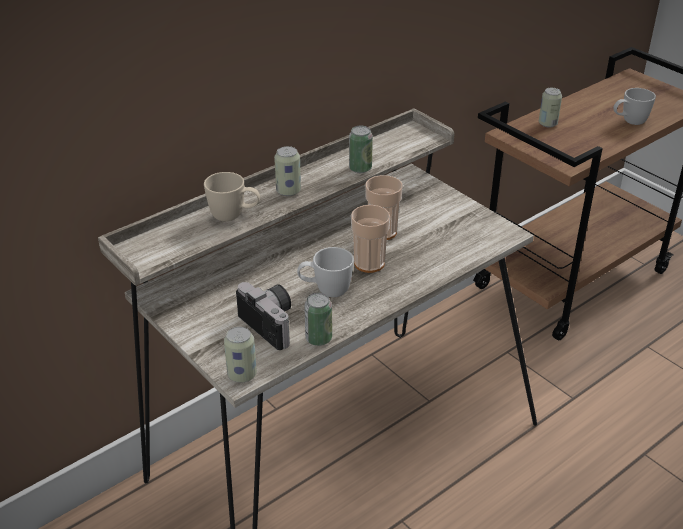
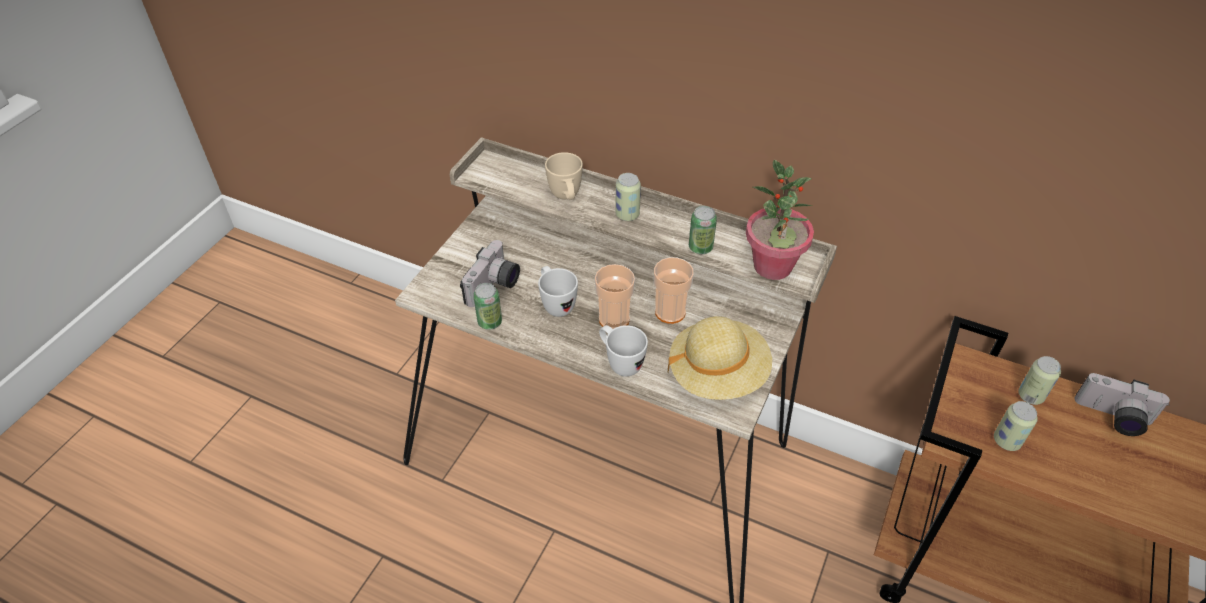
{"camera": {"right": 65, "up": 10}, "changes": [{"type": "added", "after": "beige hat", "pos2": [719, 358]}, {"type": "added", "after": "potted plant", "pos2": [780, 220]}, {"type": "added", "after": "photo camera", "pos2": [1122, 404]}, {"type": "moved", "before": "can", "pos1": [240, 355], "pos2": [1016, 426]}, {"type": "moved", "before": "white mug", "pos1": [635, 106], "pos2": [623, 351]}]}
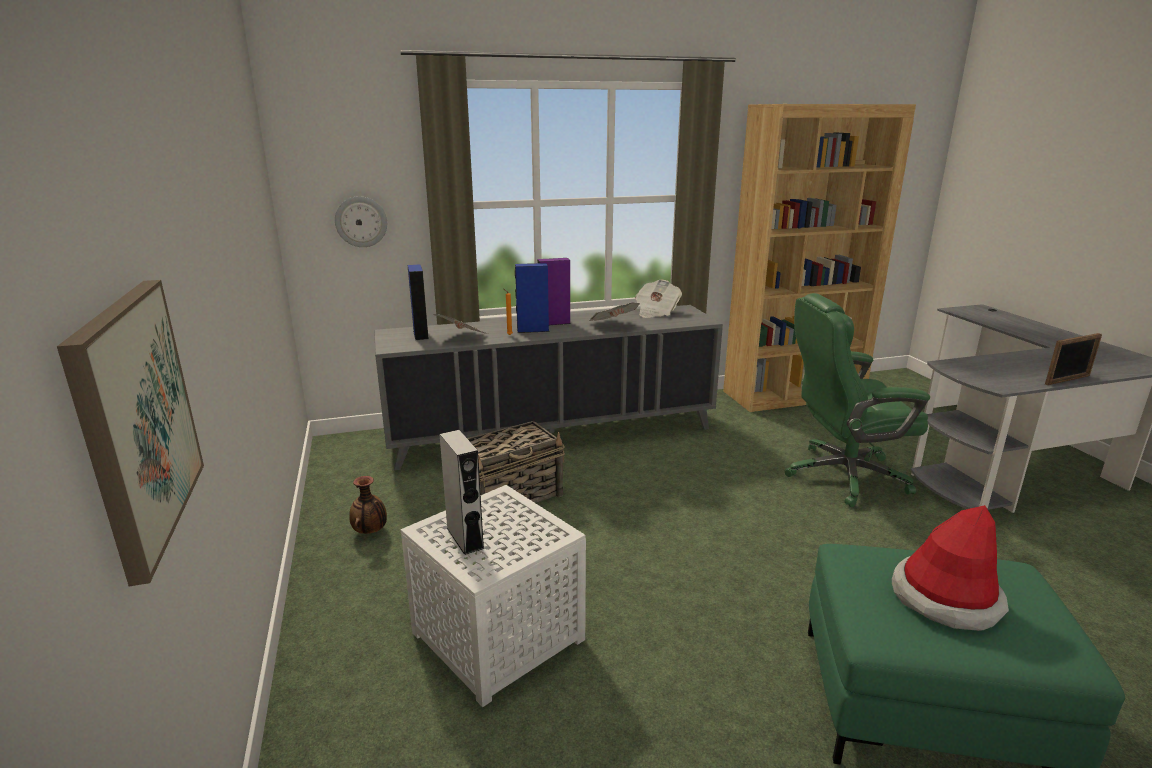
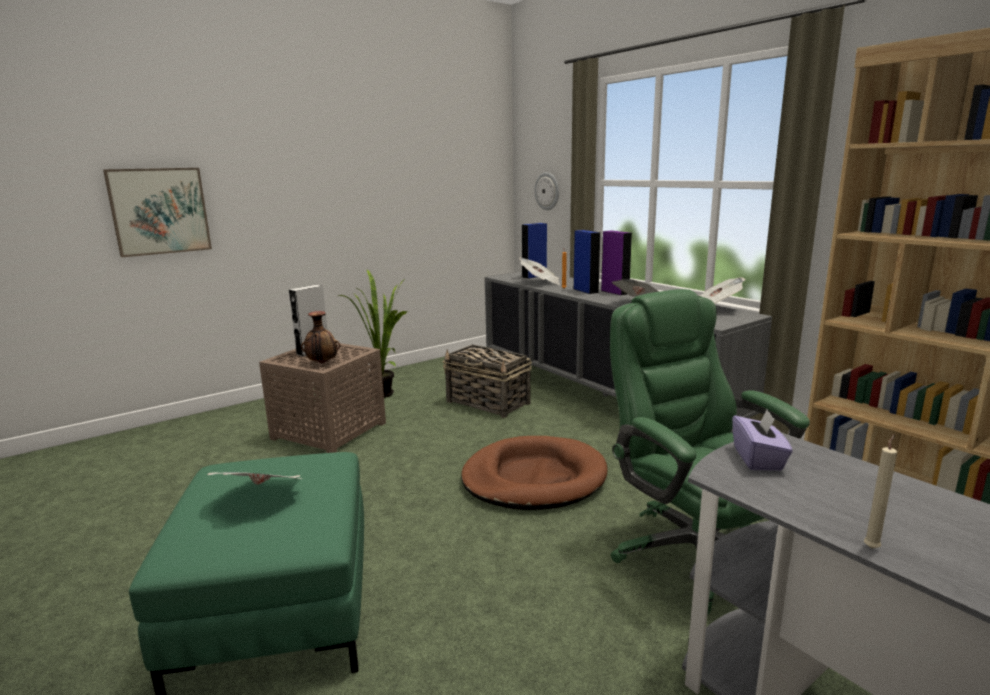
{"camera": {"right": 70, "up": -5}, "changes": [{"type": "added", "after": "potted plant", "pos2": [373, 333]}, {"type": "added", "after": "brown dog bed", "pos2": [534, 473]}, {"type": "added", "after": "purple tissue box", "pos2": [762, 440]}, {"type": "moved", "before": "vase", "pos1": [368, 505], "pos2": [320, 337]}, {"type": "replaced", "before": "hat", "after": "newspaper", "pos1": [950, 568], "pos2": [255, 478]}, {"type": "replaced", "before": "picture frame", "after": "beige candle", "pos1": [1073, 359], "pos2": [880, 491]}, {"type": "recoloured", "before": "white side table", "after": "brown side table", "pos1": [493, 596], "pos2": [322, 398]}]}
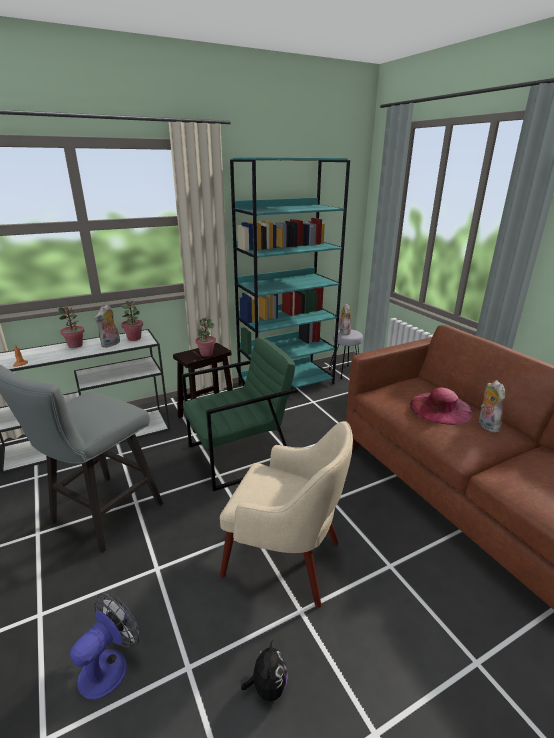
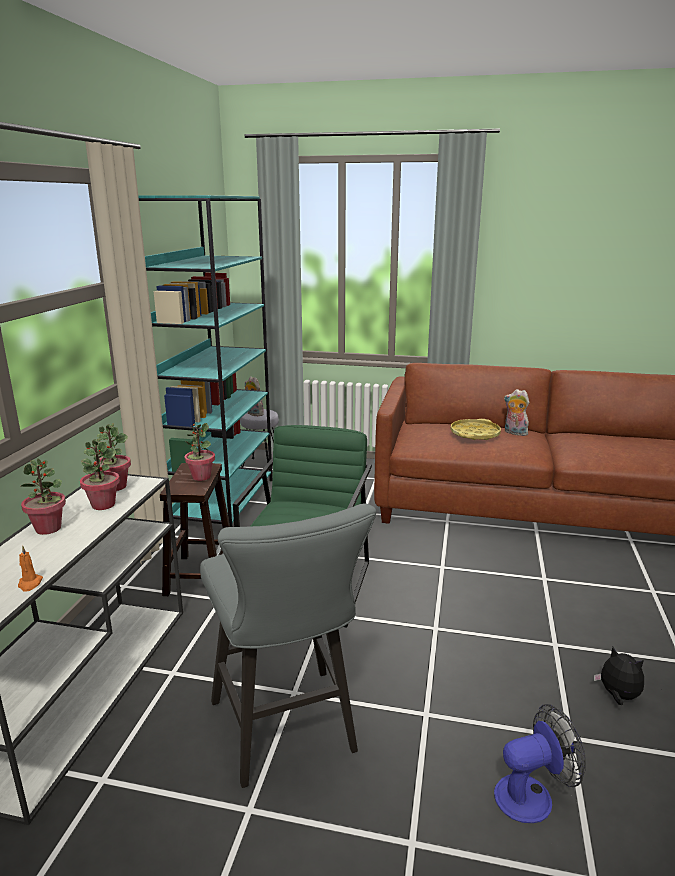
{"camera": {"right": -50, "up": -5}, "changes": [{"type": "removed", "before": "beige armchair", "pos1": [286, 514]}, {"type": "replaced", "before": "plush toy", "after": "potted plant", "pos1": [107, 326], "pos2": [100, 474]}, {"type": "replaced", "before": "pink hat", "after": "yellow tray", "pos1": [441, 406], "pos2": [475, 429]}, {"type": "turned", "before": "fan", "pos1": [105, 646], "pos2": [540, 763], "turn": 90}]}
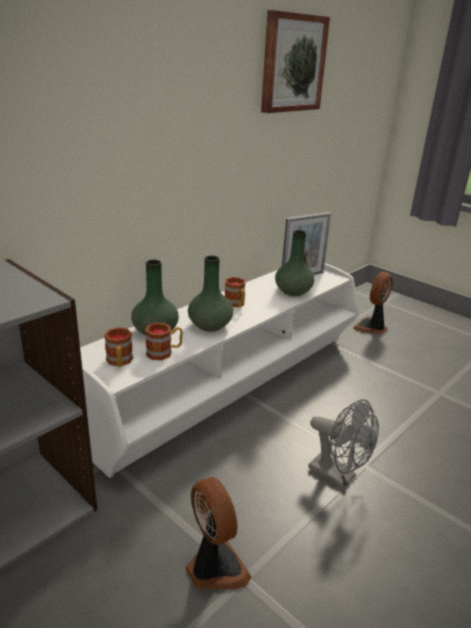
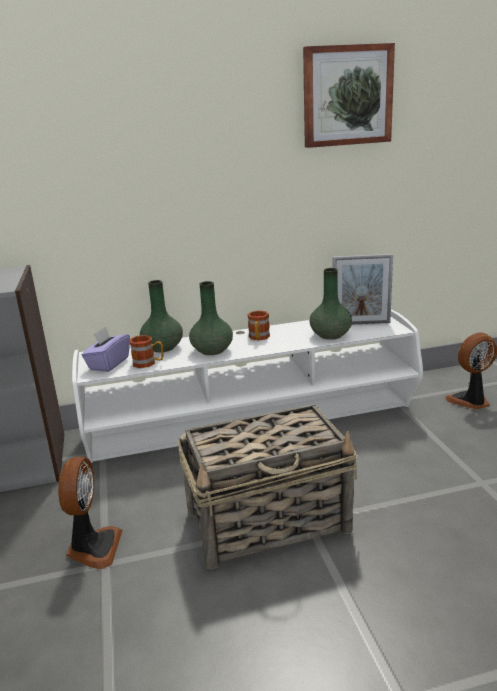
{"camera": {"right": 35, "up": -5}, "changes": [{"type": "replaced", "before": "mug", "after": "purple tissue box", "pos1": [118, 347], "pos2": [106, 349]}, {"type": "replaced", "before": "grey fan", "after": "basket", "pos1": [343, 444], "pos2": [268, 487]}]}
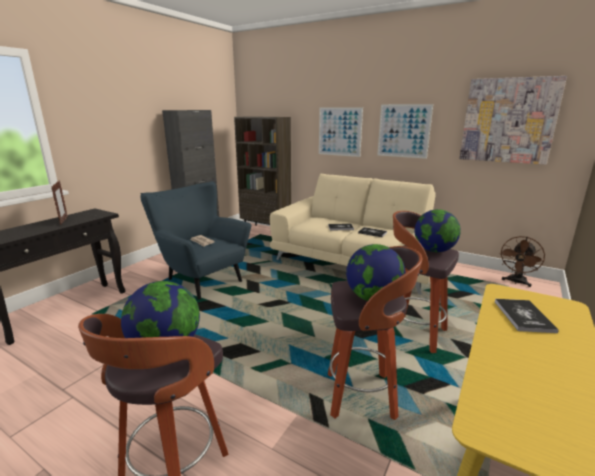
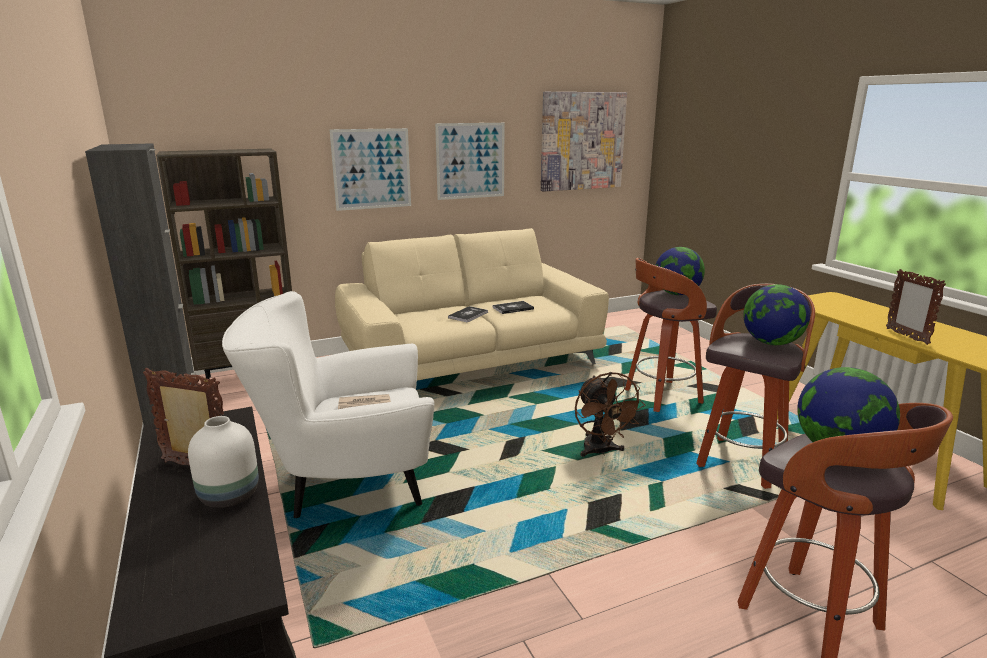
{"camera": {"right": -55, "up": 0}, "changes": [{"type": "removed", "before": "book", "pos1": [526, 316]}, {"type": "added", "after": "white vase", "pos2": [223, 462]}, {"type": "added", "after": "picture frame", "pos2": [916, 307]}, {"type": "moved", "before": "brown fan", "pos1": [522, 261], "pos2": [610, 414]}, {"type": "recoloured", "before": "blue armchair", "after": "white armchair", "pos1": [196, 240], "pos2": [328, 404]}]}
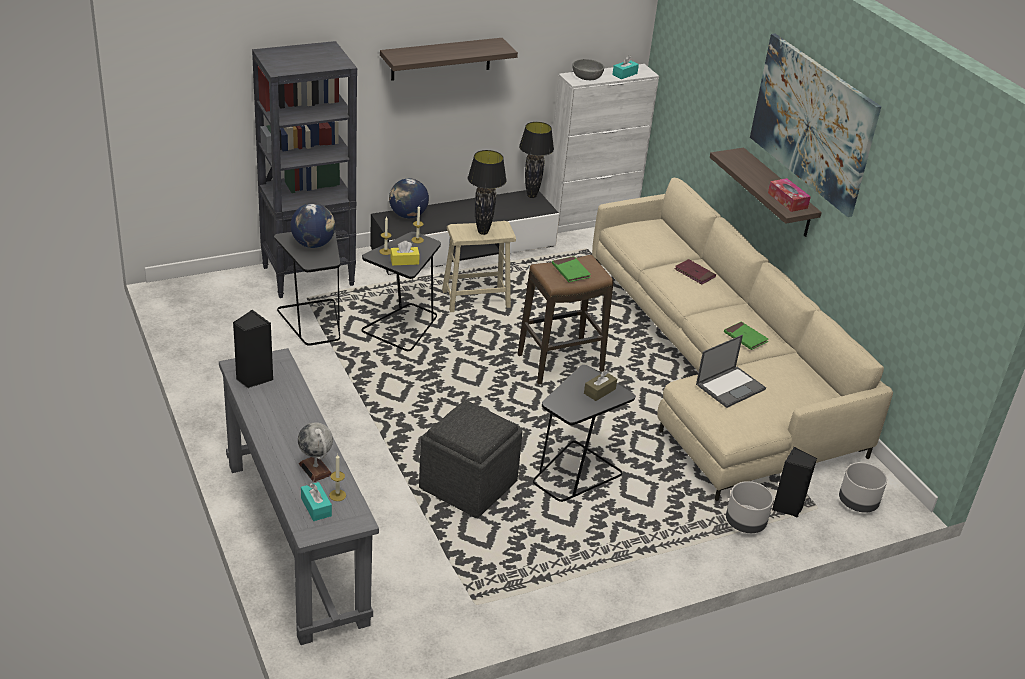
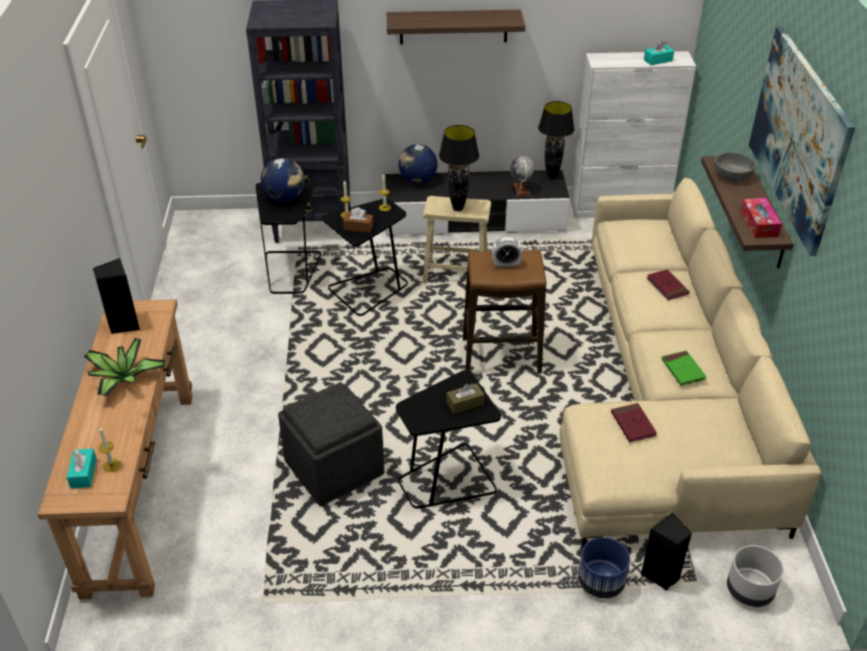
{"camera": {"right": 25, "up": 5}, "changes": [{"type": "added", "after": "potted plant", "pos2": [124, 367]}, {"type": "moved", "before": "globe", "pos1": [315, 452], "pos2": [522, 176]}, {"type": "moved", "before": "grey bowl", "pos1": [588, 69], "pos2": [735, 167]}, {"type": "replaced", "before": "green book", "after": "alarm clock", "pos1": [571, 269], "pos2": [507, 252]}, {"type": "replaced", "before": "laptop", "after": "red book", "pos1": [731, 371], "pos2": [634, 422]}, {"type": "recoloured", "before": "grey console table", "after": "brown console table", "pos1": [299, 496], "pos2": [115, 449]}, {"type": "recoloured", "before": "yellow tissue box", "after": "brown tissue box", "pos1": [405, 253], "pos2": [358, 220]}, {"type": "recoloured", "before": "grey planter", "after": "blue planter", "pos1": [749, 507], "pos2": [604, 567]}]}
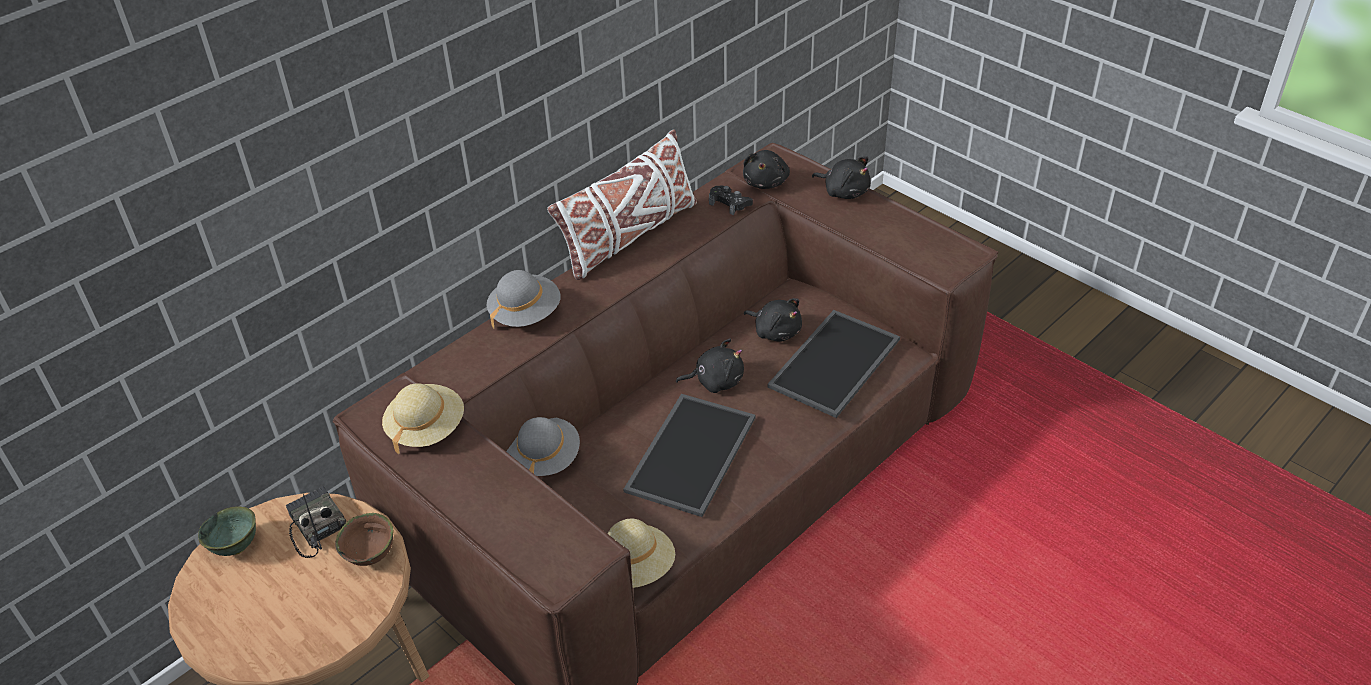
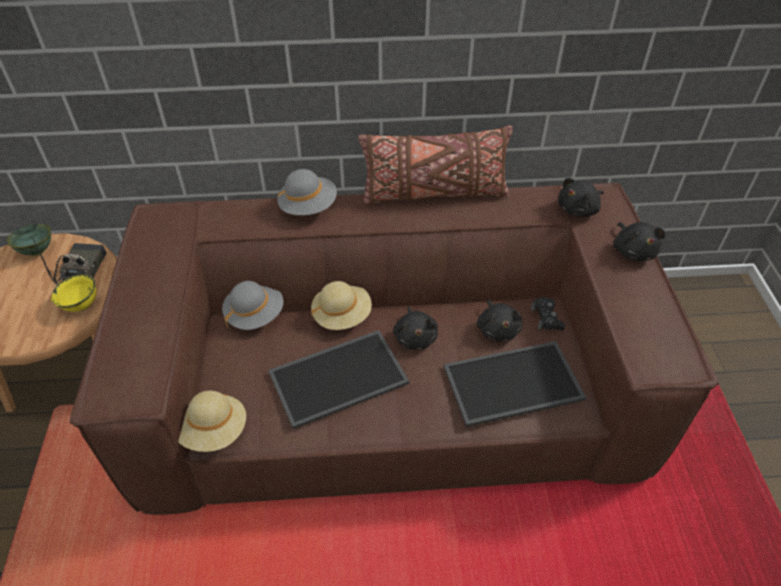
{"camera": {"right": 40, "up": 5}, "changes": [{"type": "moved", "before": "beige hat", "pos1": [423, 418], "pos2": [341, 305]}, {"type": "moved", "before": "black game controller", "pos1": [731, 200], "pos2": [548, 314]}, {"type": "recoloured", "before": "brown bowl", "after": "yellow bowl", "pos1": [364, 539], "pos2": [73, 293]}, {"type": "recoloured", "before": "white pillow", "after": "brown pillow", "pos1": [622, 205], "pos2": [435, 165]}, {"type": "turned", "before": "black plush toy", "pos1": [710, 365], "pos2": [415, 328], "turn": 45}]}
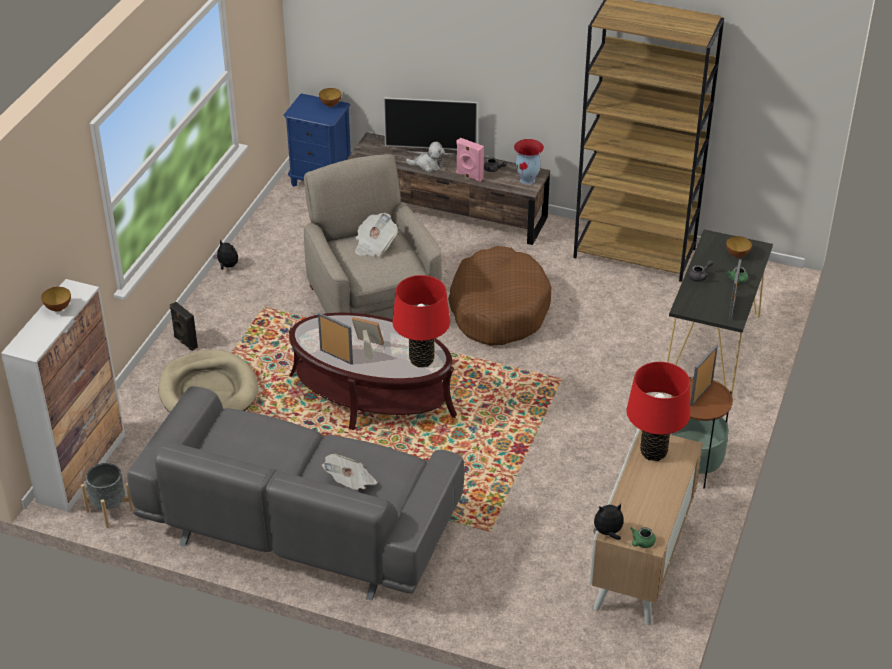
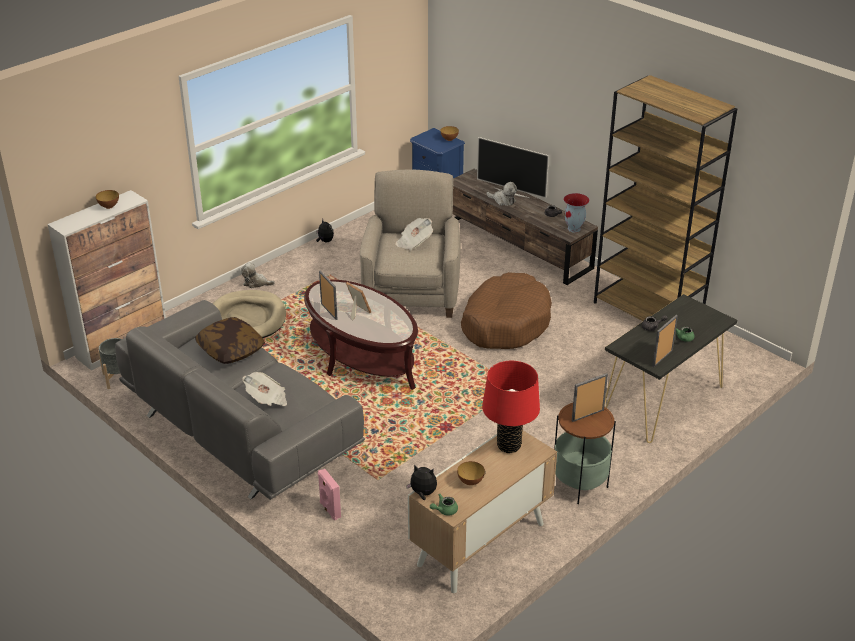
{"camera": {"right": 25, "up": -5}, "changes": [{"type": "removed", "before": "red table lamp", "pos1": [421, 321]}, {"type": "added", "after": "pillow", "pos2": [230, 340]}, {"type": "moved", "before": "pink speaker", "pos1": [470, 160], "pos2": [329, 494]}, {"type": "moved", "before": "bowl", "pos1": [739, 247], "pos2": [471, 473]}, {"type": "replaced", "before": "black speaker", "after": "plush toy", "pos1": [184, 326], "pos2": [258, 275]}]}
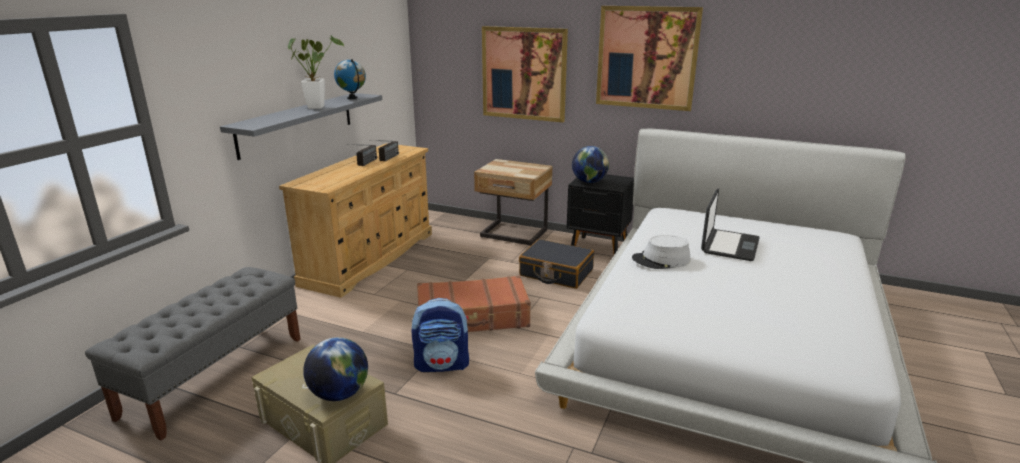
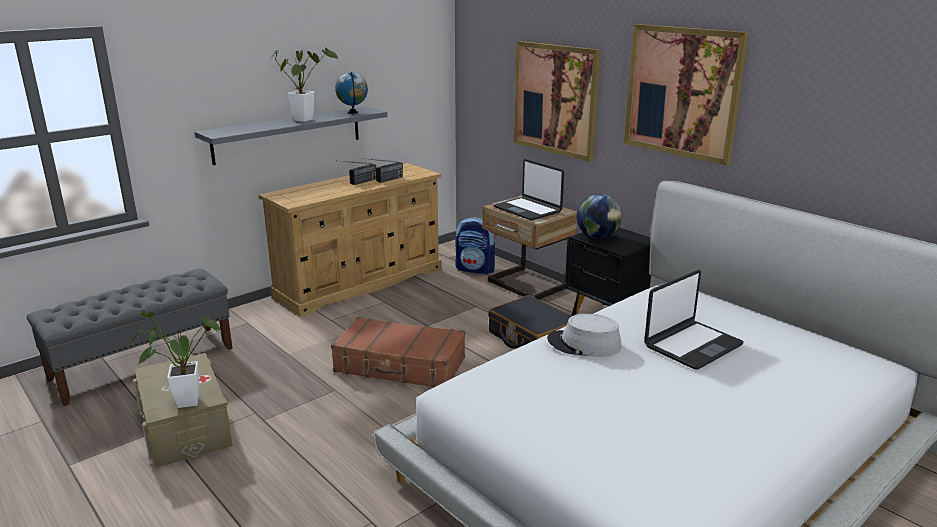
{"camera": {"right": 25, "up": 0}, "changes": [{"type": "added", "after": "laptop", "pos2": [529, 190]}, {"type": "moved", "before": "backpack", "pos1": [440, 335], "pos2": [475, 245]}, {"type": "replaced", "before": "globe", "after": "potted plant", "pos1": [335, 369], "pos2": [175, 359]}]}
